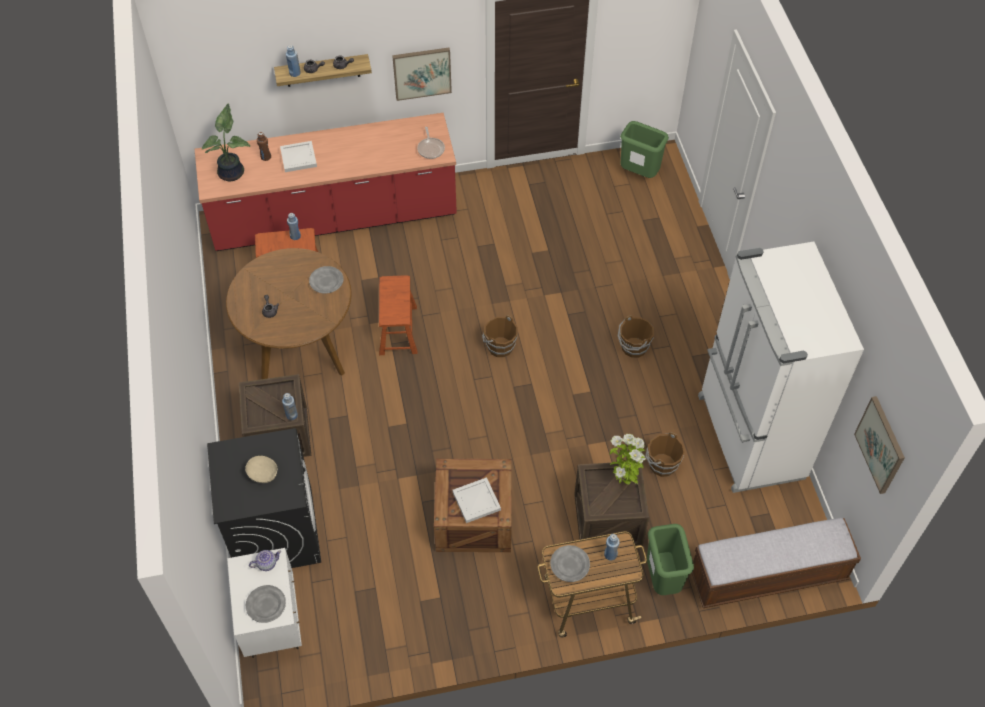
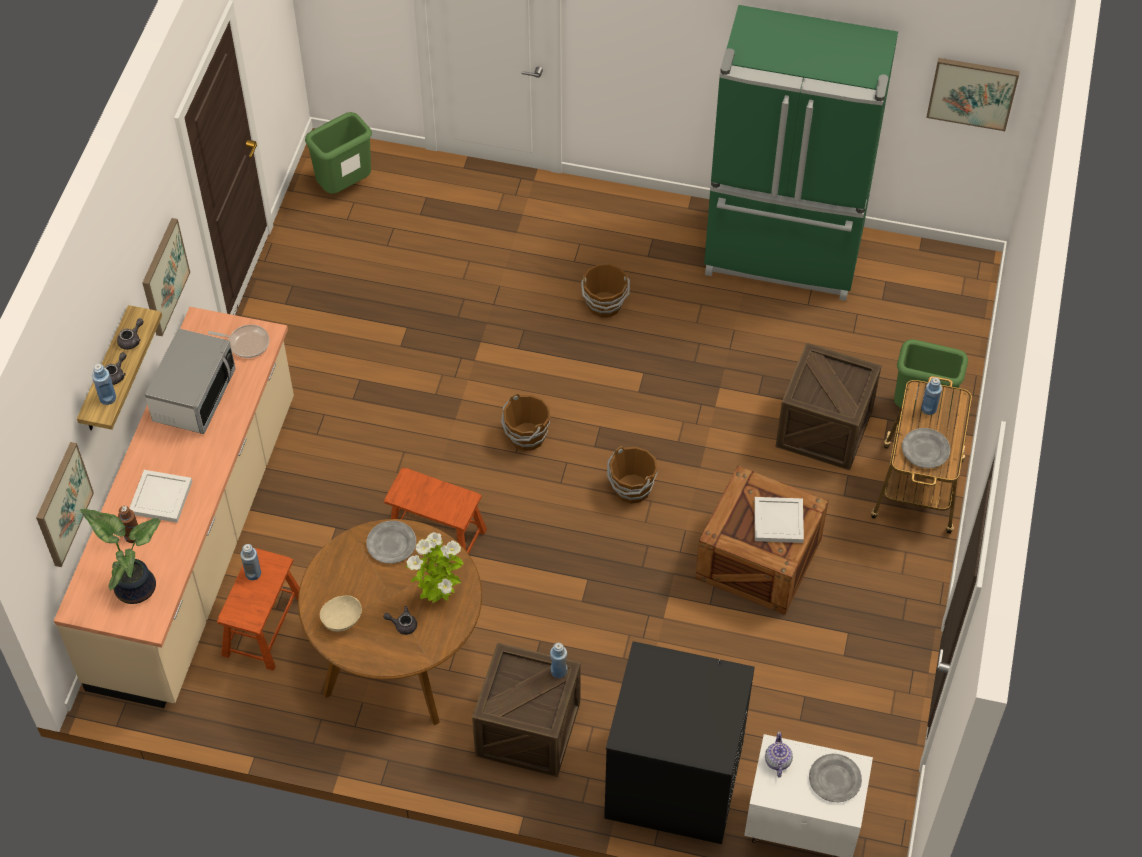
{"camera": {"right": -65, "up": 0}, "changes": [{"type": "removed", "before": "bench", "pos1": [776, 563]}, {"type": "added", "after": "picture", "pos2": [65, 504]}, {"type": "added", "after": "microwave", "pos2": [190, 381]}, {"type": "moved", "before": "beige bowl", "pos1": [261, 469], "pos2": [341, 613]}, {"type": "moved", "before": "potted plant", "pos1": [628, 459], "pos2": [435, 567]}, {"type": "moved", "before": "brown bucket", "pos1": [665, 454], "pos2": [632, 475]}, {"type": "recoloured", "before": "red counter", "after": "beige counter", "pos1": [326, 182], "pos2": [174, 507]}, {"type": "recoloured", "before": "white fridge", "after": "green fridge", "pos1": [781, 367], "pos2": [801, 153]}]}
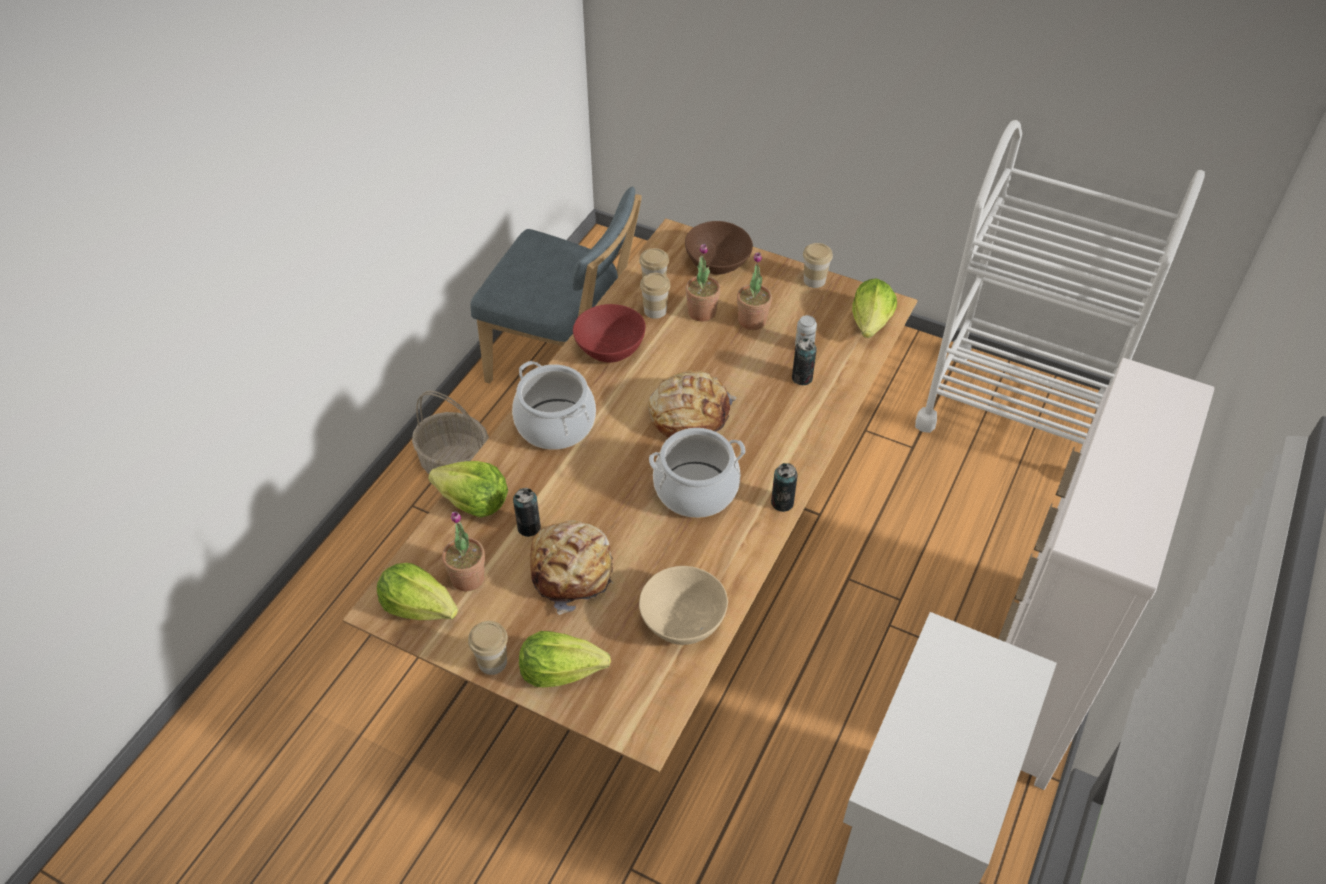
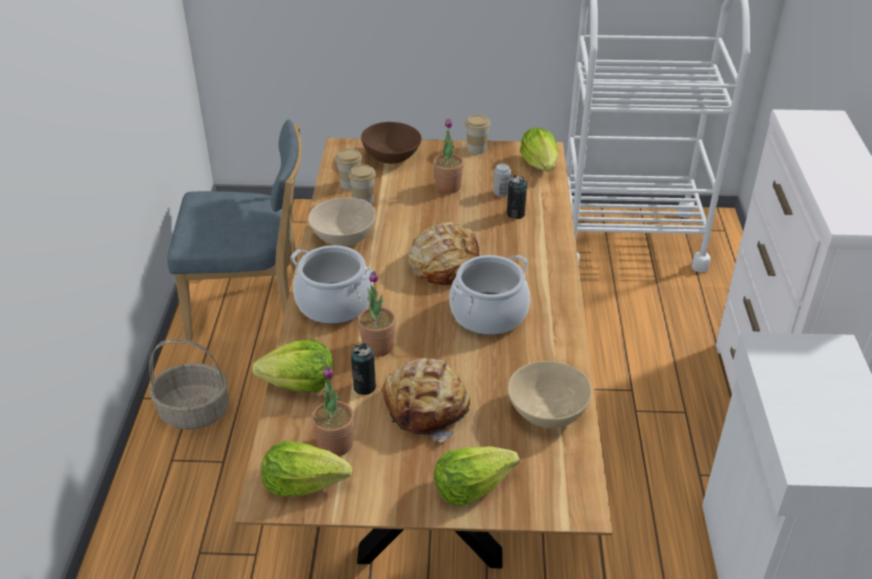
{"camera": {"right": -25, "up": -10}, "changes": [{"type": "removed", "before": "cup", "pos1": [488, 648]}, {"type": "removed", "before": "can", "pos1": [784, 487]}, {"type": "moved", "before": "potted plant", "pos1": [703, 283], "pos2": [377, 314]}, {"type": "recoloured", "before": "red bowl", "after": "beige bowl", "pos1": [609, 333], "pos2": [342, 221]}]}
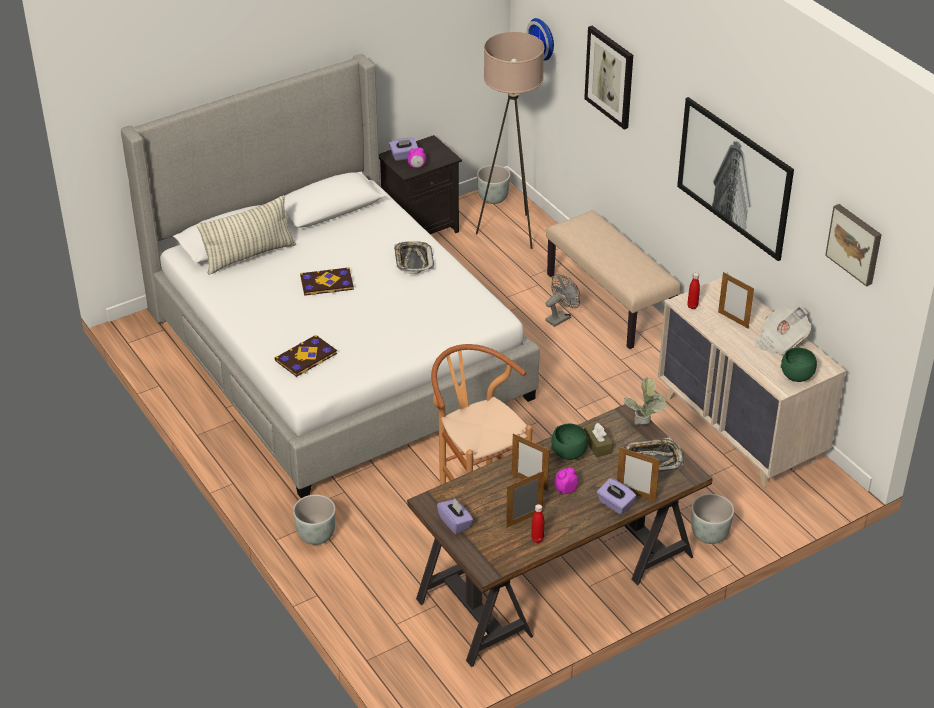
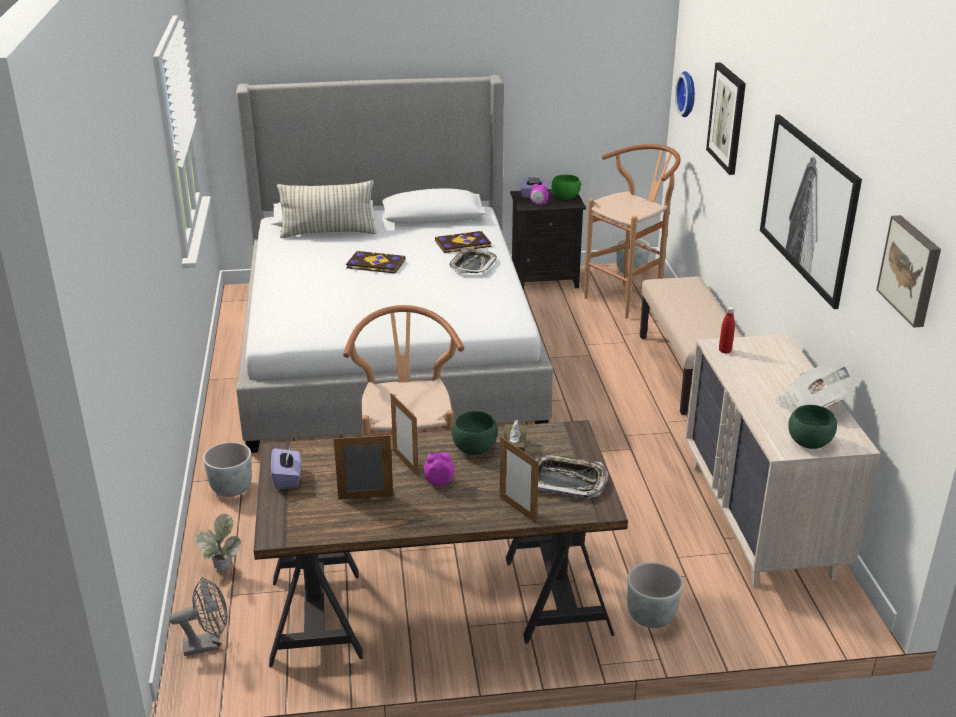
{"camera": {"right": 25, "up": -10}, "changes": [{"type": "removed", "before": "red bottle", "pos1": [537, 523]}, {"type": "removed", "before": "purple tissue box", "pos1": [616, 496]}, {"type": "removed", "before": "picture frame", "pos1": [736, 300]}, {"type": "added", "after": "green bowl", "pos2": [566, 187]}, {"type": "moved", "before": "book", "pos1": [306, 356], "pos2": [463, 242]}, {"type": "moved", "before": "grey fan", "pos1": [562, 300], "pos2": [198, 616]}, {"type": "moved", "before": "potted plant", "pos1": [645, 401], "pos2": [217, 542]}, {"type": "replaced", "before": "beige floor lamp", "after": "brown stool", "pos1": [510, 140], "pos2": [632, 231]}]}
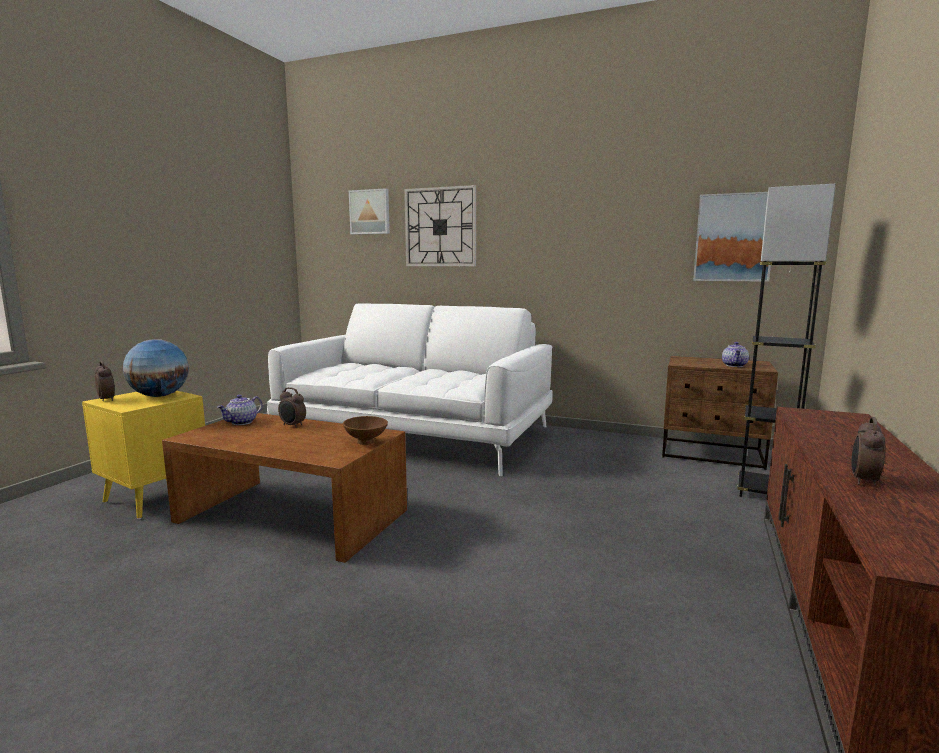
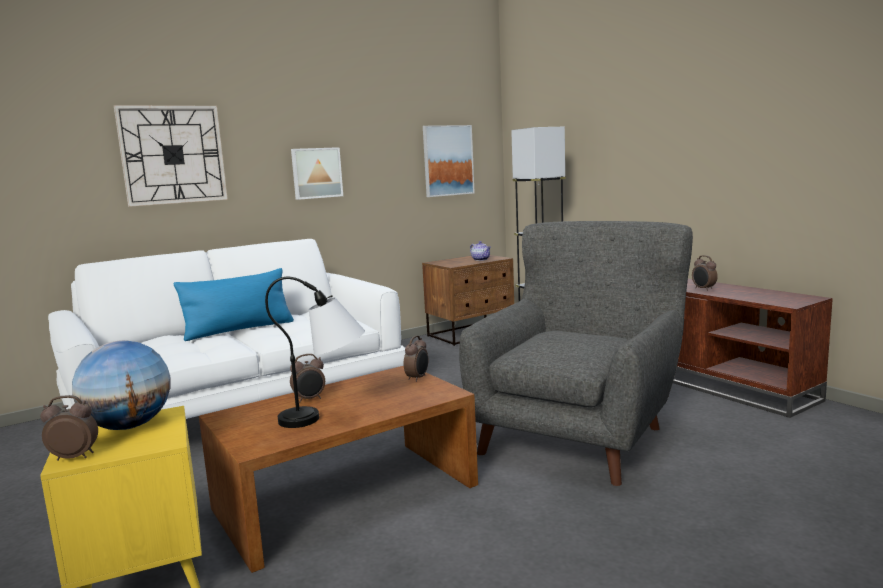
{"camera": {"right": -55, "up": 0}, "changes": [{"type": "removed", "before": "teapot", "pos1": [239, 410]}, {"type": "added", "after": "blue pillow", "pos2": [234, 304]}, {"type": "added", "after": "table lamp", "pos2": [315, 352]}, {"type": "added", "after": "grey armchair", "pos2": [576, 353]}, {"type": "moved", "before": "picture", "pos1": [369, 211], "pos2": [317, 173]}, {"type": "replaced", "before": "brown bowl", "after": "alarm clock", "pos1": [365, 430], "pos2": [416, 359]}]}
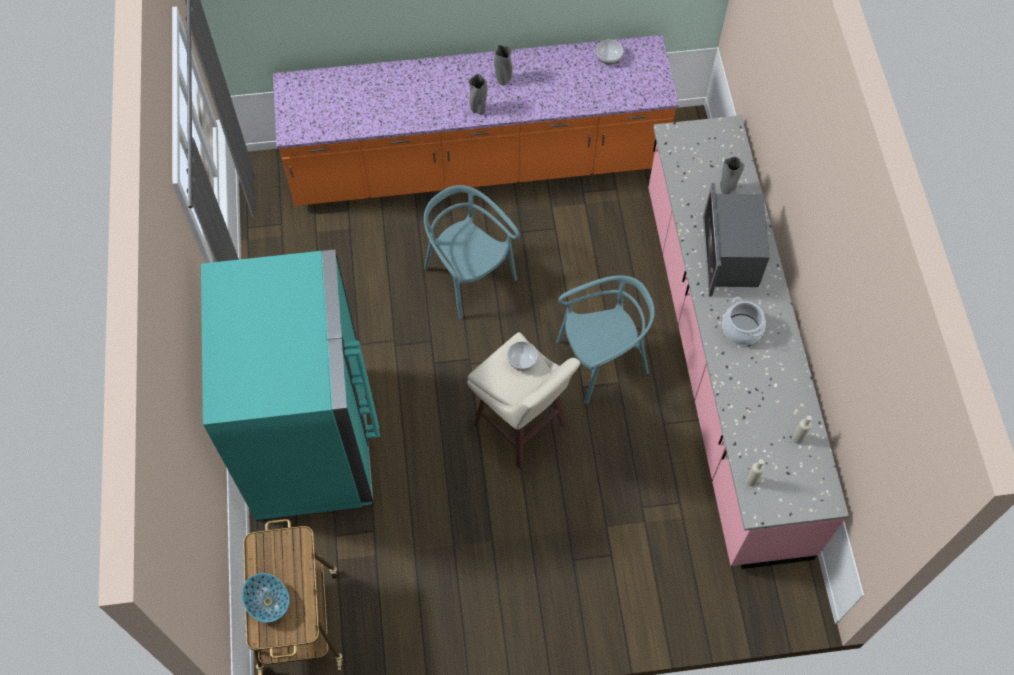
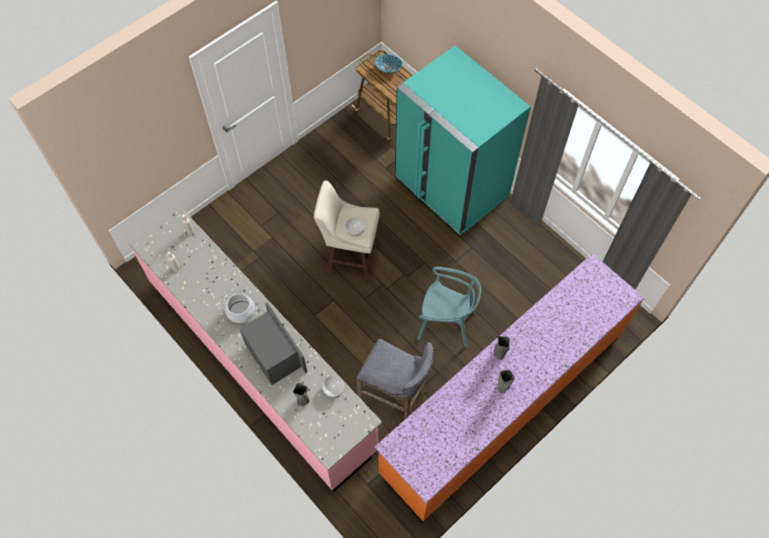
{"camera": {"right": 145, "up": 0}, "changes": [{"type": "removed", "before": "turquoise chair", "pos1": [605, 339]}, {"type": "added", "after": "grey stool", "pos2": [395, 379]}, {"type": "moved", "before": "bowl", "pos1": [609, 52], "pos2": [333, 386]}]}
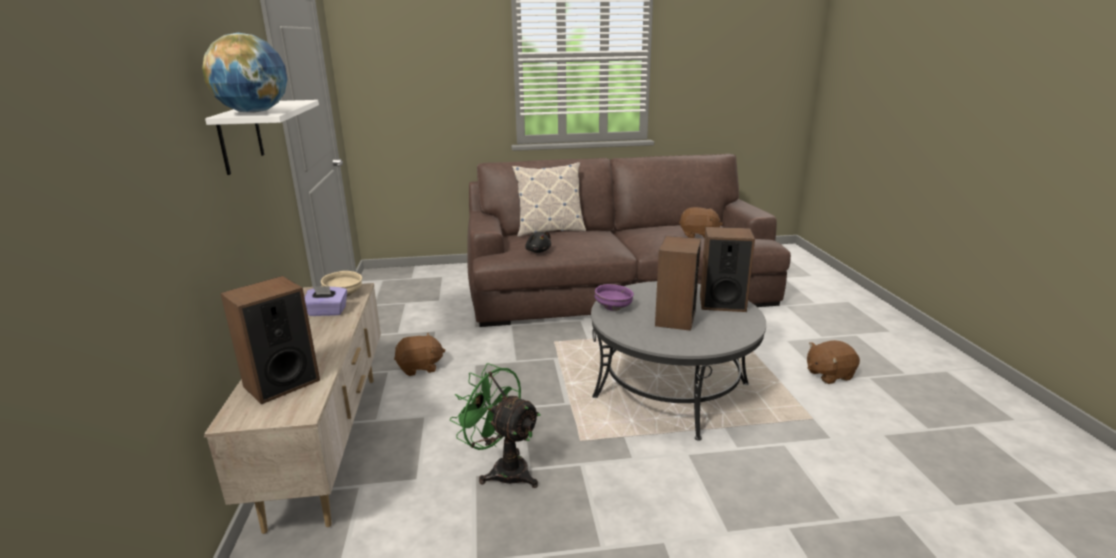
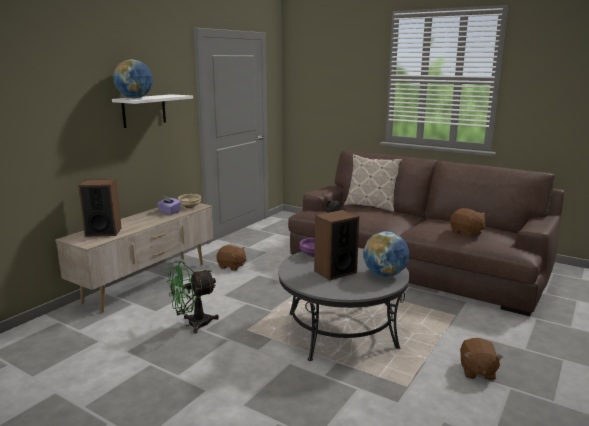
{"camera": {"right": 40, "up": -5}, "changes": [{"type": "replaced", "before": "speaker", "after": "globe", "pos1": [727, 269], "pos2": [386, 254]}, {"type": "turned", "before": "green fan", "pos1": [495, 425], "pos2": [192, 297], "turn": -105}, {"type": "turned", "before": "brown plush toy", "pos1": [833, 362], "pos2": [481, 359], "turn": -105}]}
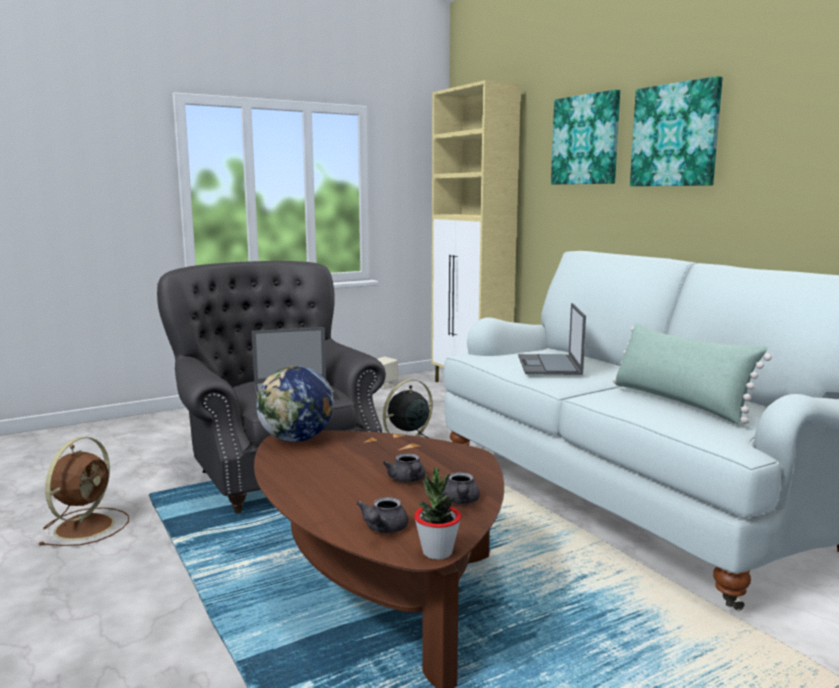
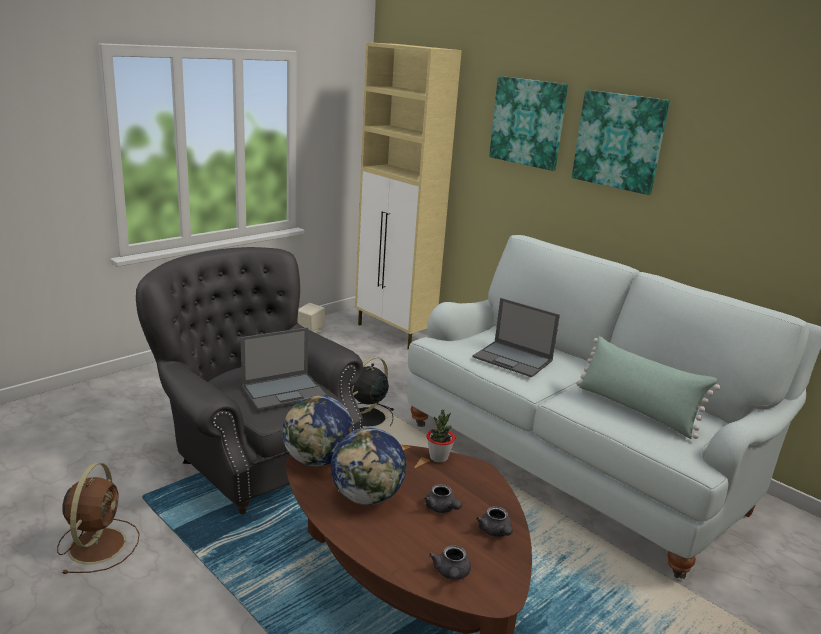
{"camera": {"right": -15, "up": 10}, "changes": [{"type": "added", "after": "globe", "pos2": [368, 466]}, {"type": "moved", "before": "potted plant", "pos1": [437, 514], "pos2": [440, 436]}, {"type": "turned", "before": "laptop", "pos1": [552, 339], "pos2": [516, 338], "turn": -45}]}
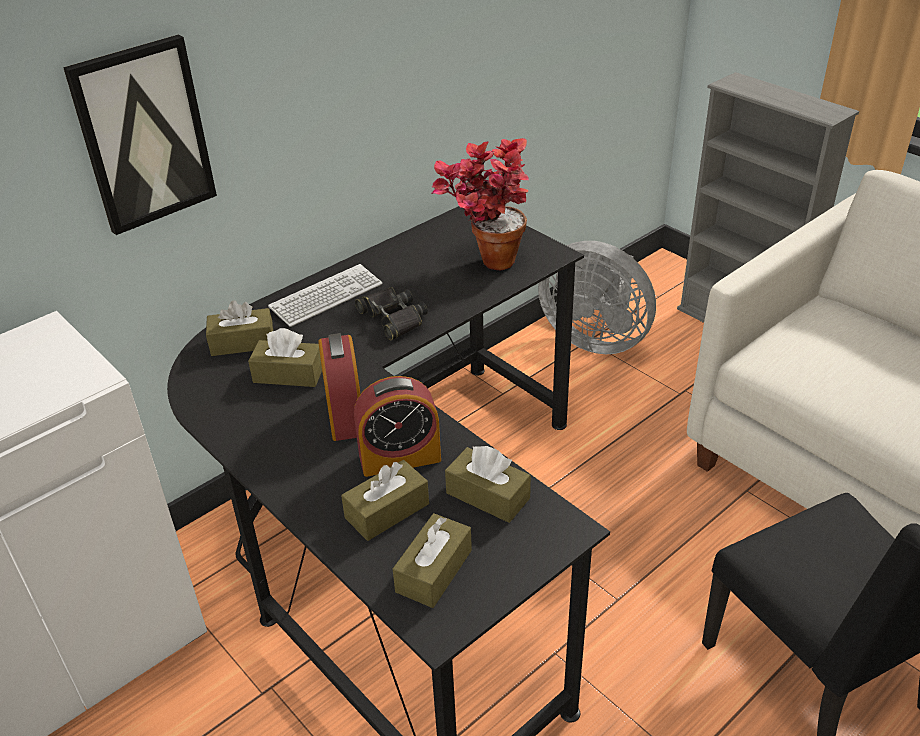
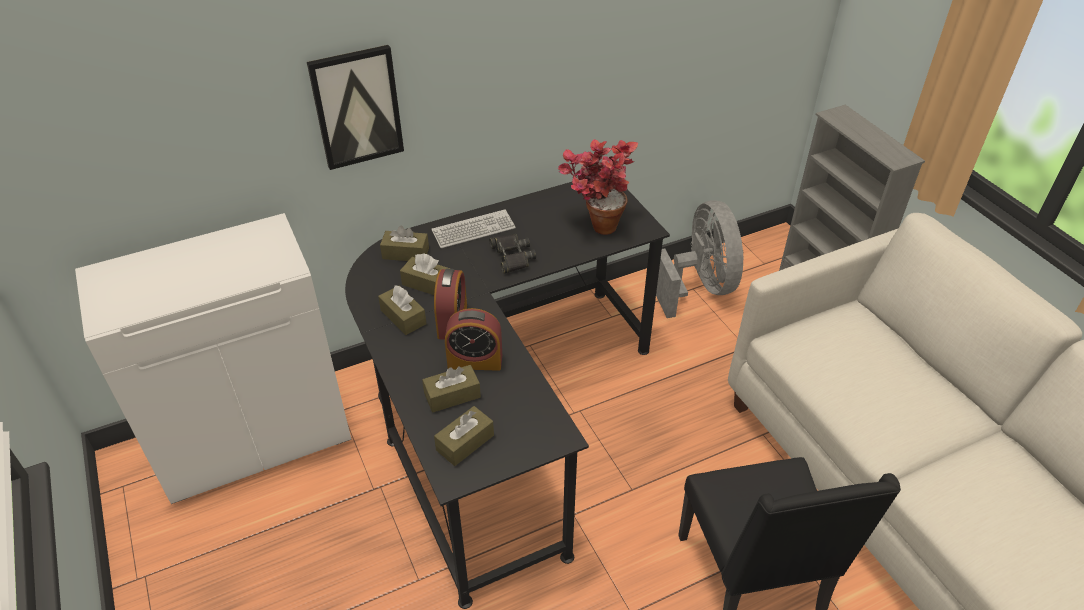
{"camera": {"right": 15, "up": 5}, "changes": [{"type": "moved", "before": "brown tissue box", "pos1": [488, 484], "pos2": [402, 310]}, {"type": "turned", "before": "grey fan", "pos1": [597, 297], "pos2": [700, 259], "turn": -150}]}
